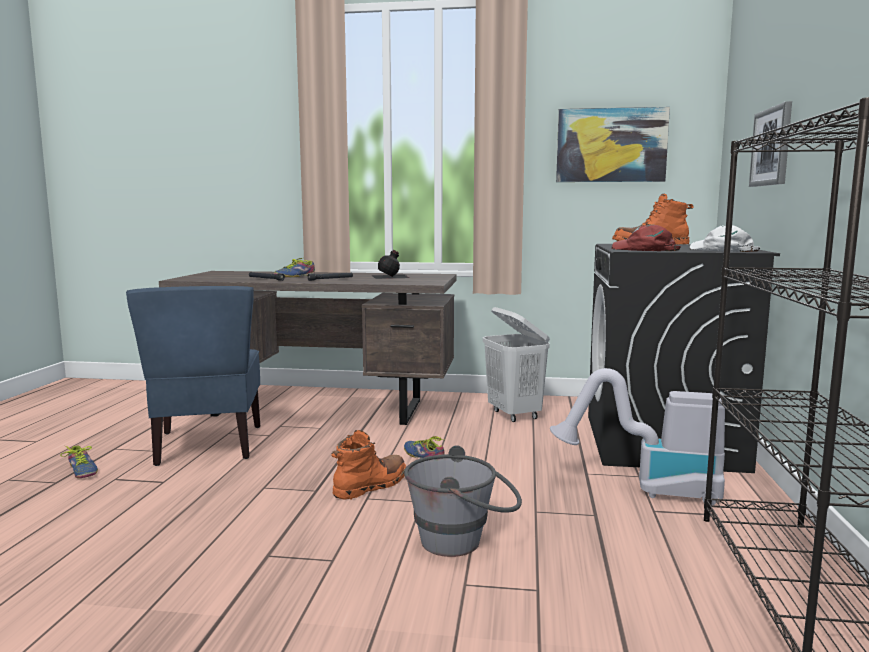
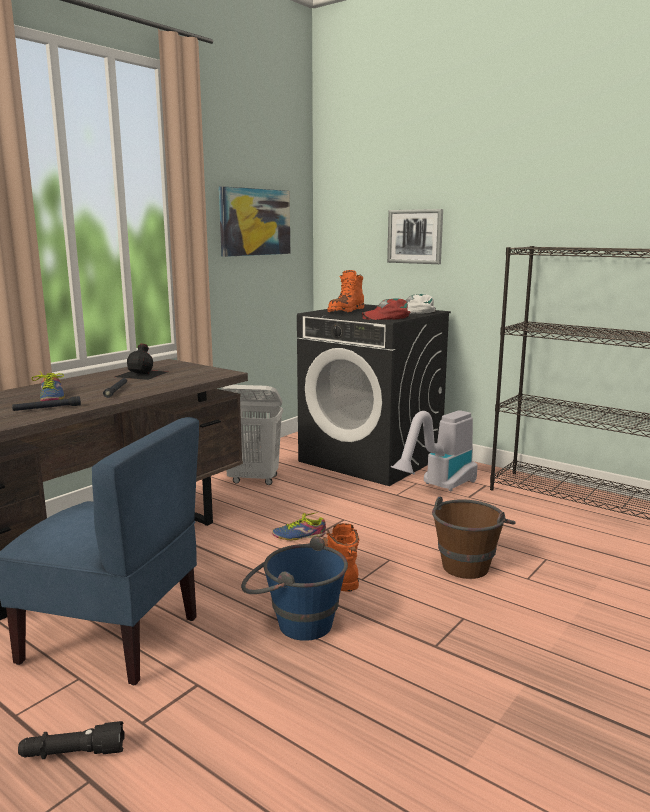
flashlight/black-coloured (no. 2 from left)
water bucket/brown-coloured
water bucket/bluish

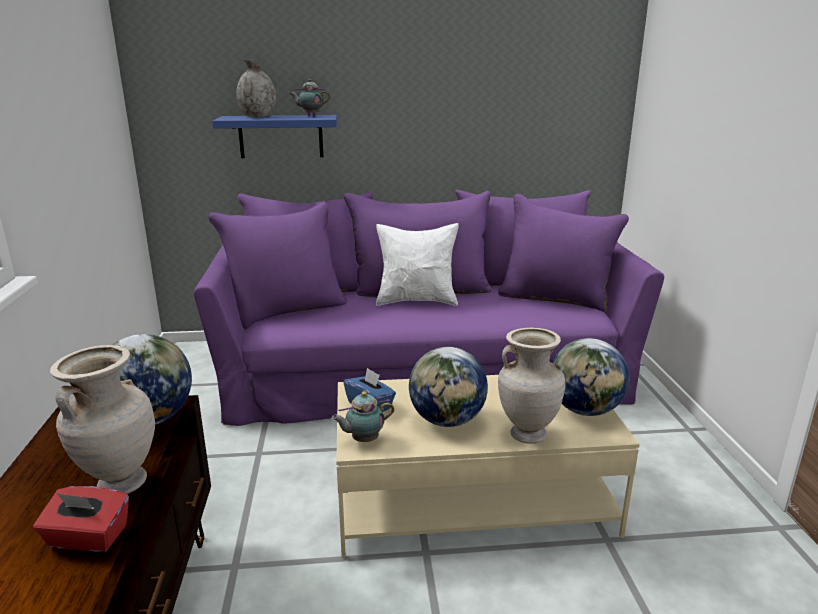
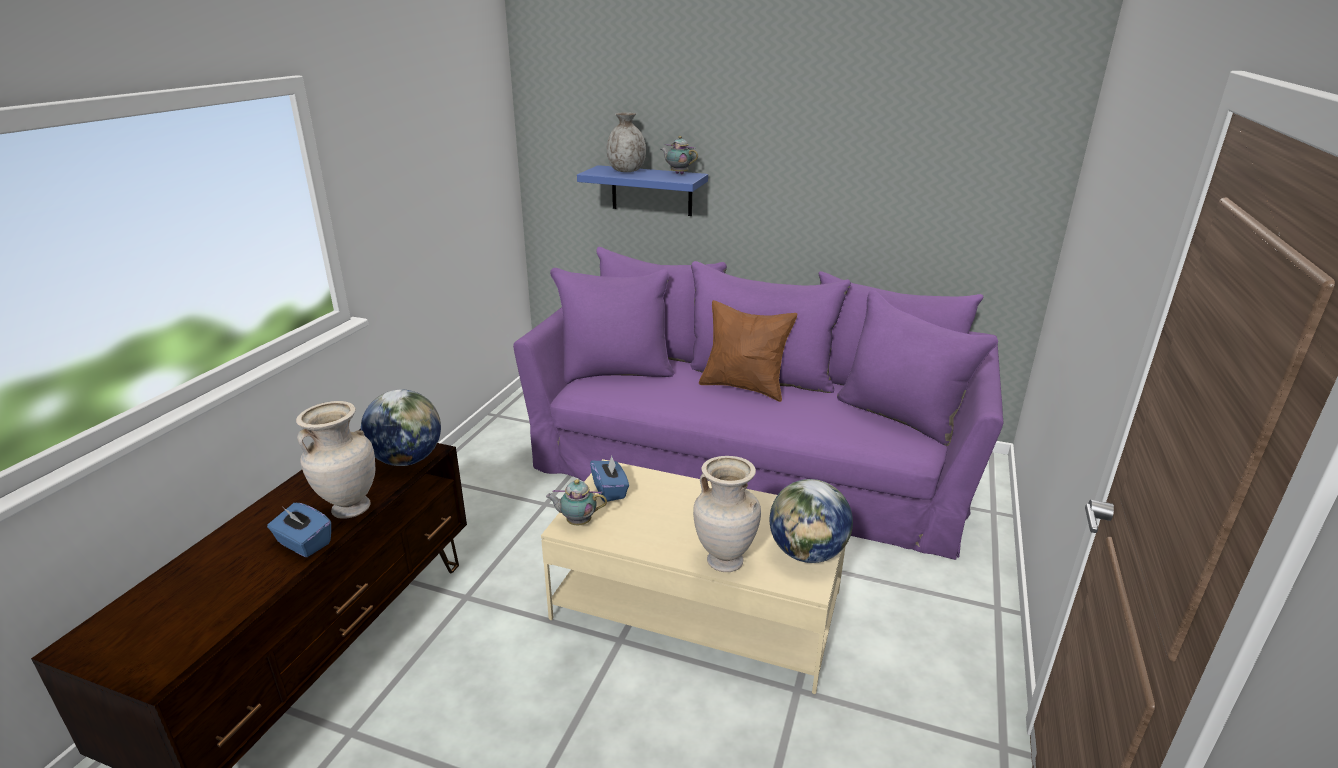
tissue holder/bluish (no. 1 from left)
throw pillow/brown-coloured
world globe (no. 2 from left in the first image)

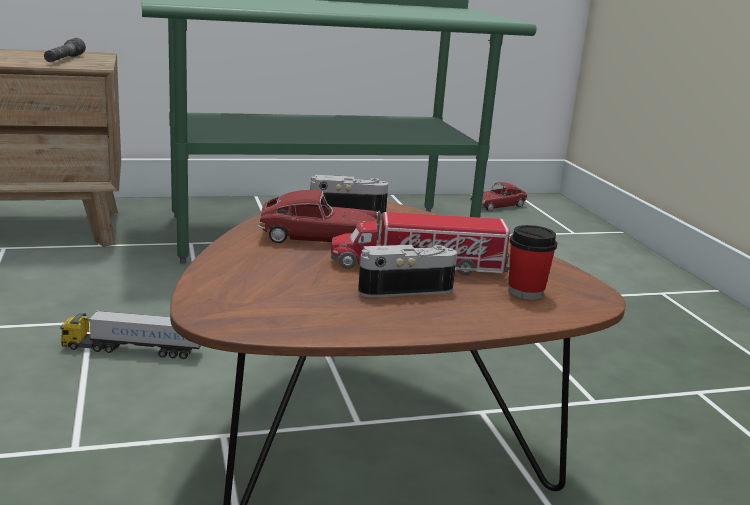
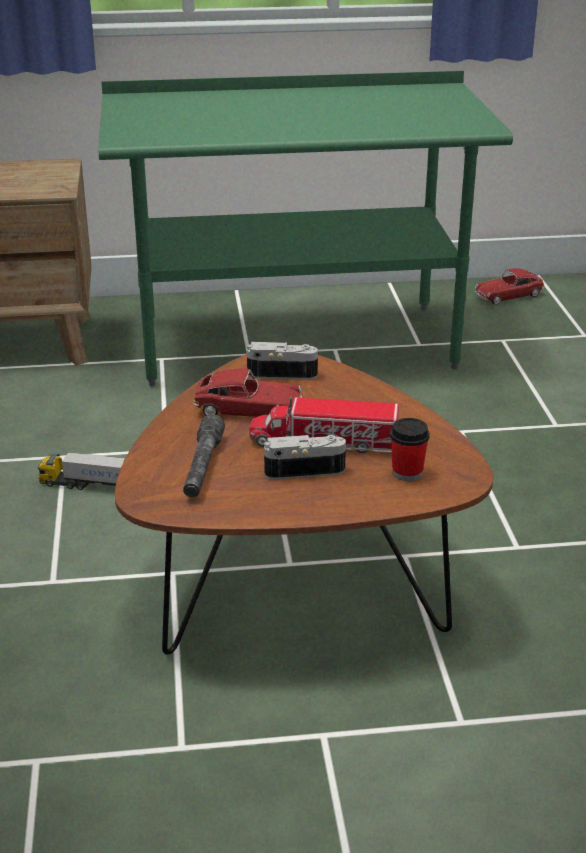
flashlight/grey

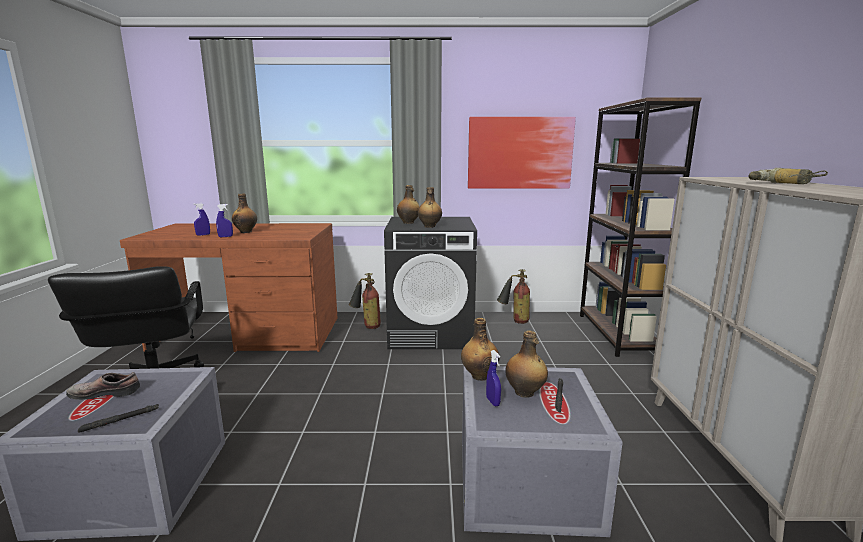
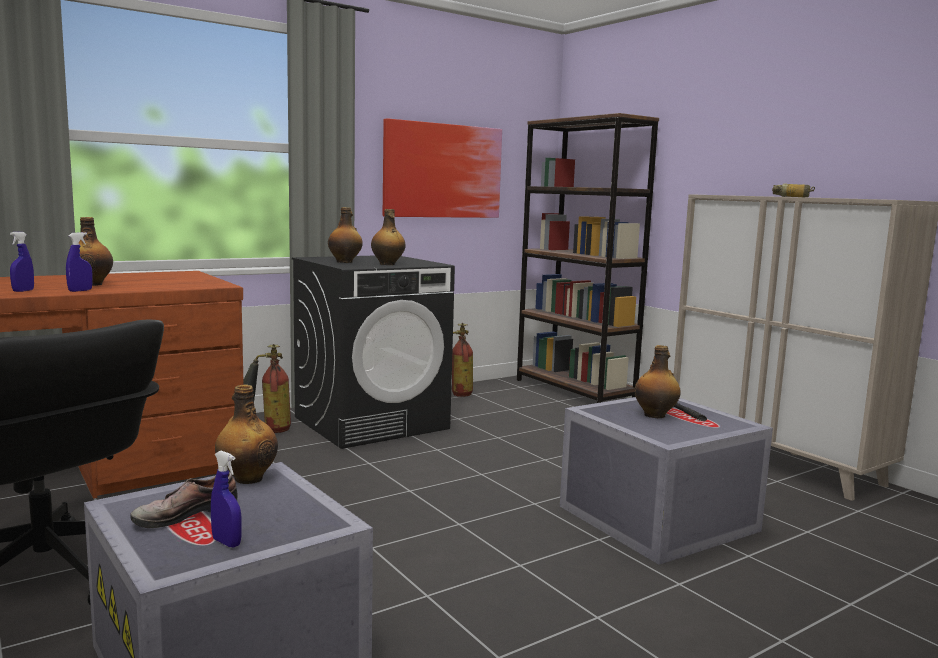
flashlight/black-coloured (no. 1 from left in the first image)
bottle (no. 2 from left)
hand sprayer/bluish (no. 3 from left)

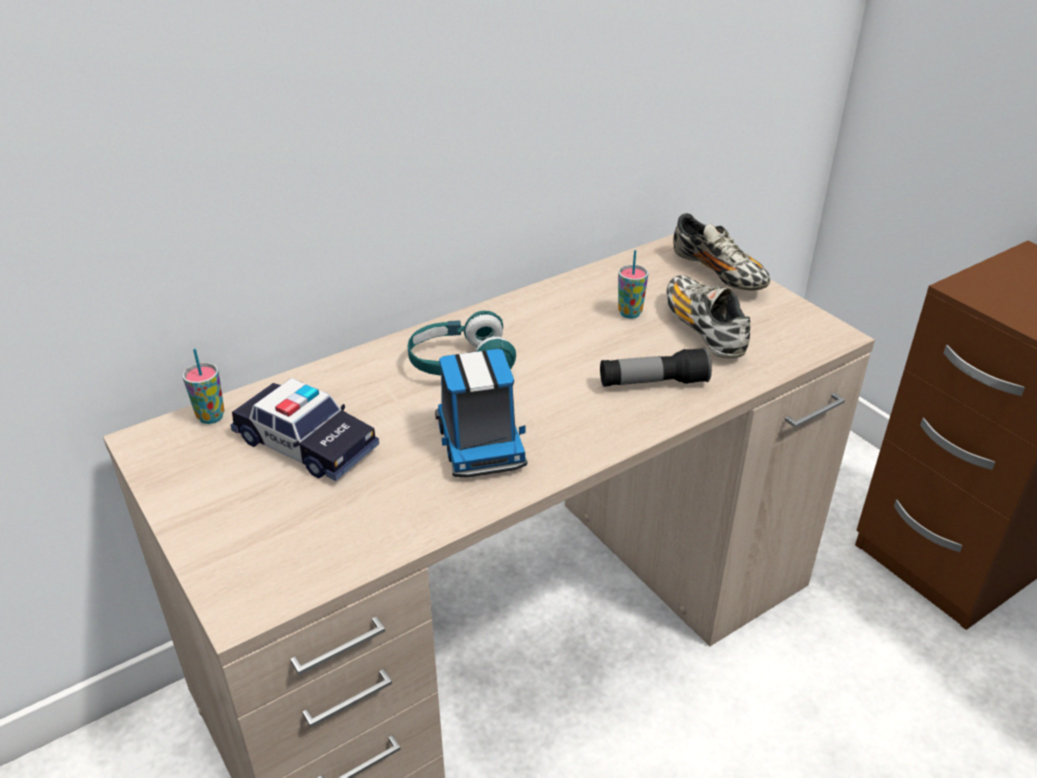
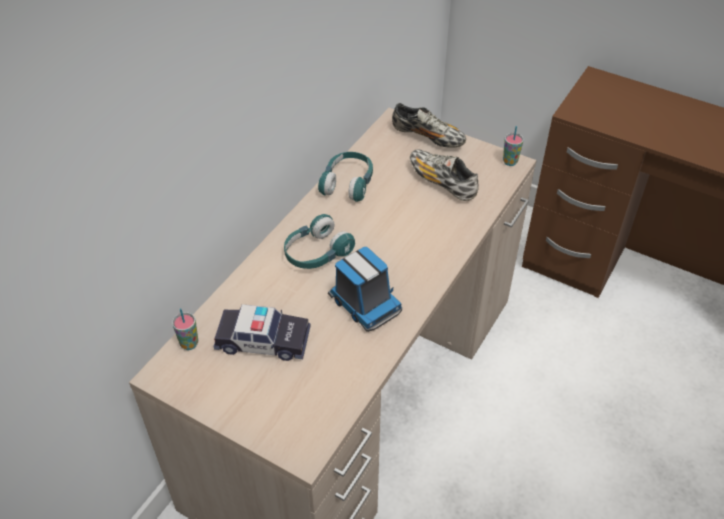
flashlight
drinking cup (no. 2 from left)
pair of headphones/blue-green (no. 2 from left)

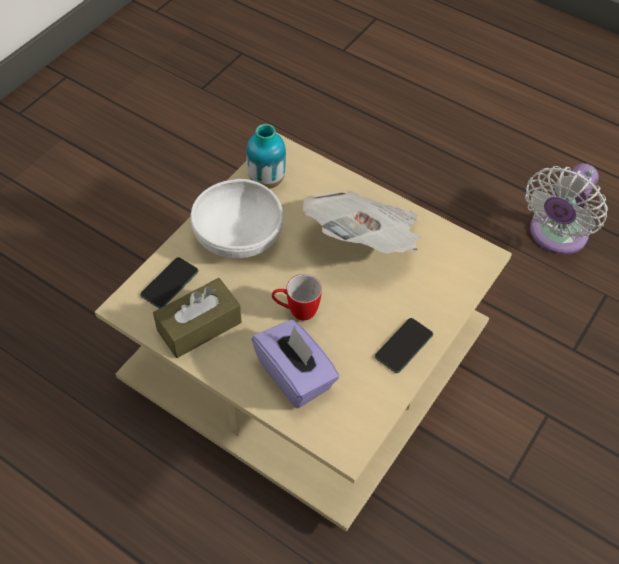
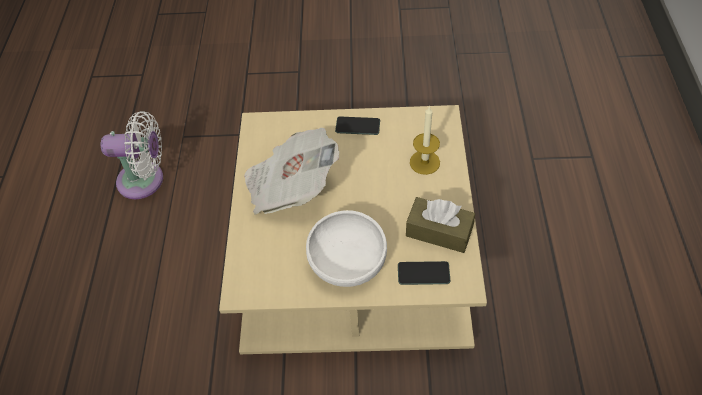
vase
wax candle
tea mug

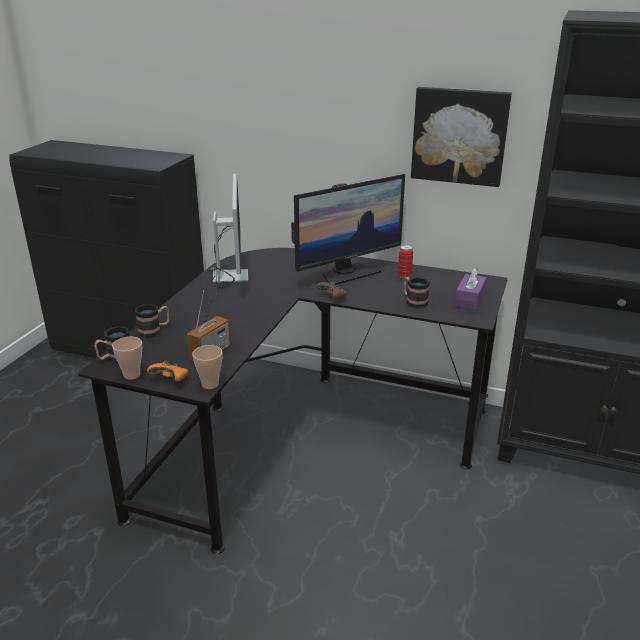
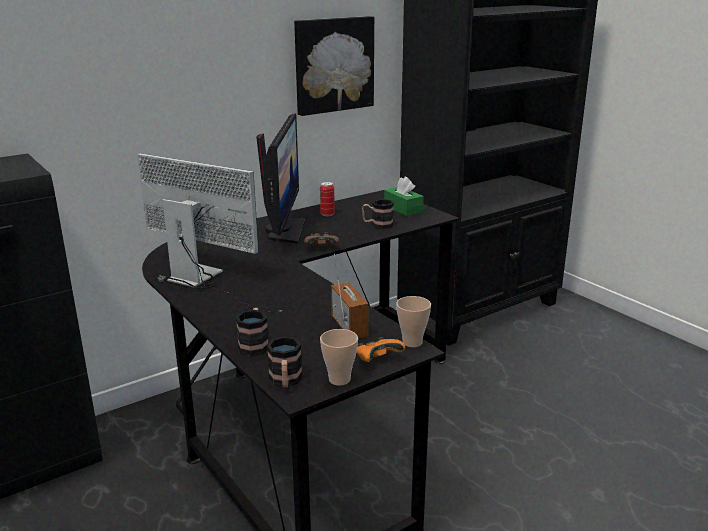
tissue holder/green

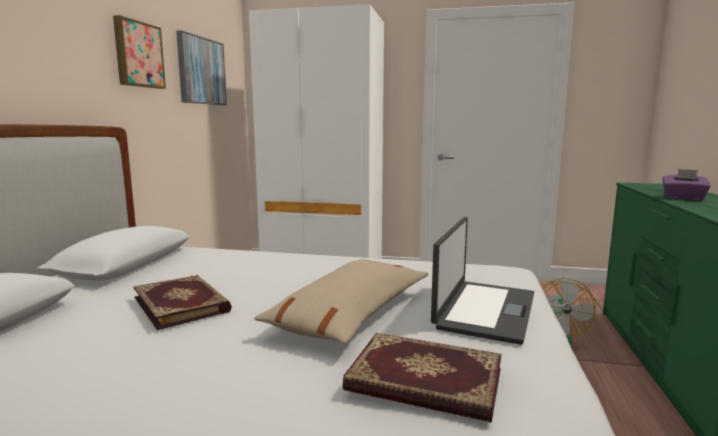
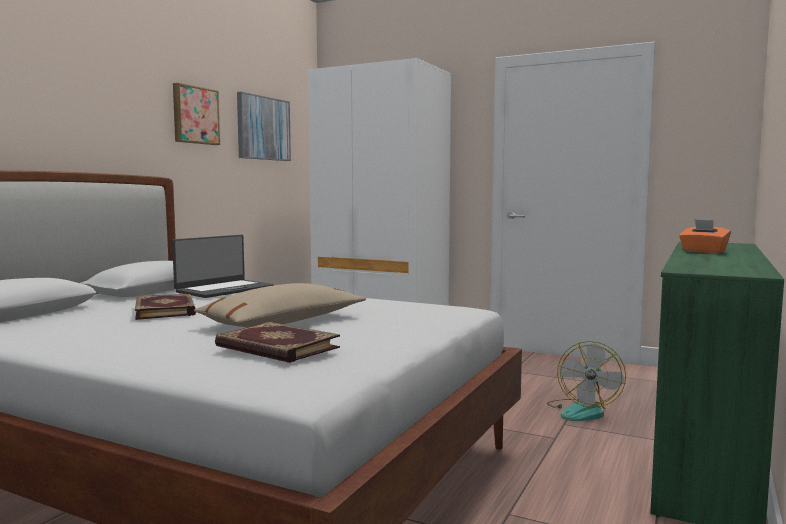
portable computer
tissue holder/orange

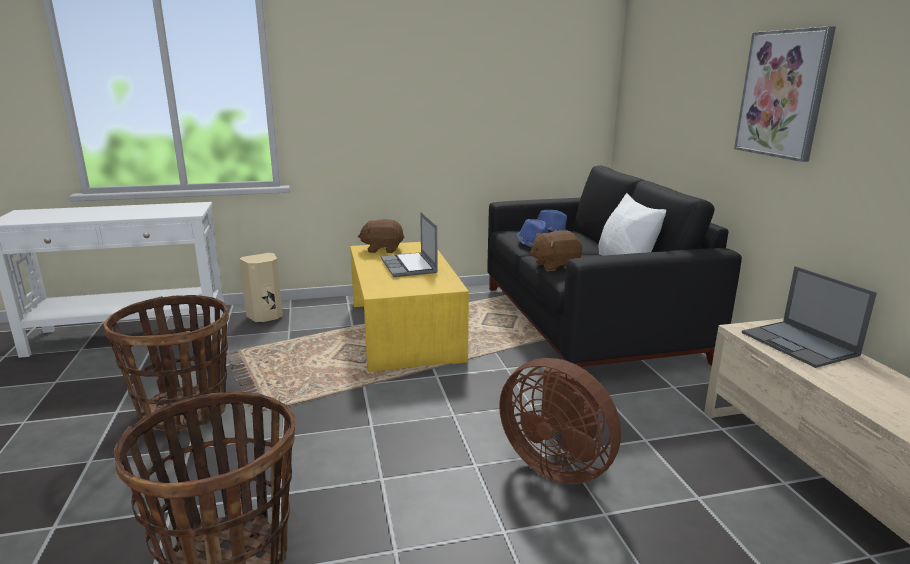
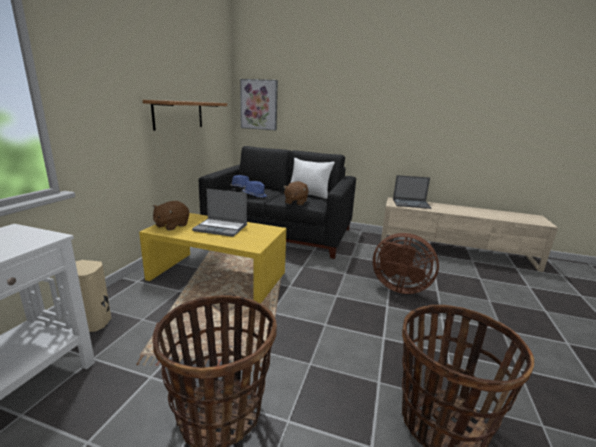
electric fan/brown-coloured
picture
shelf

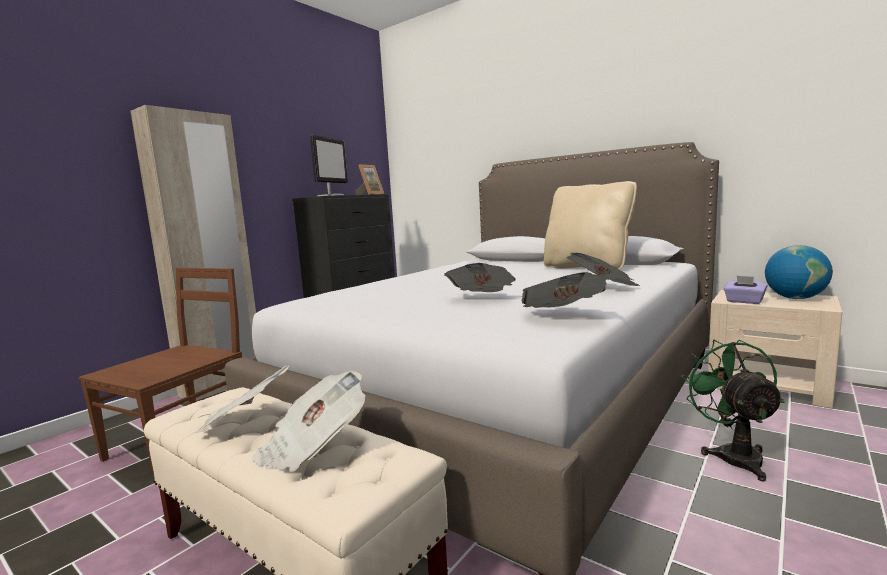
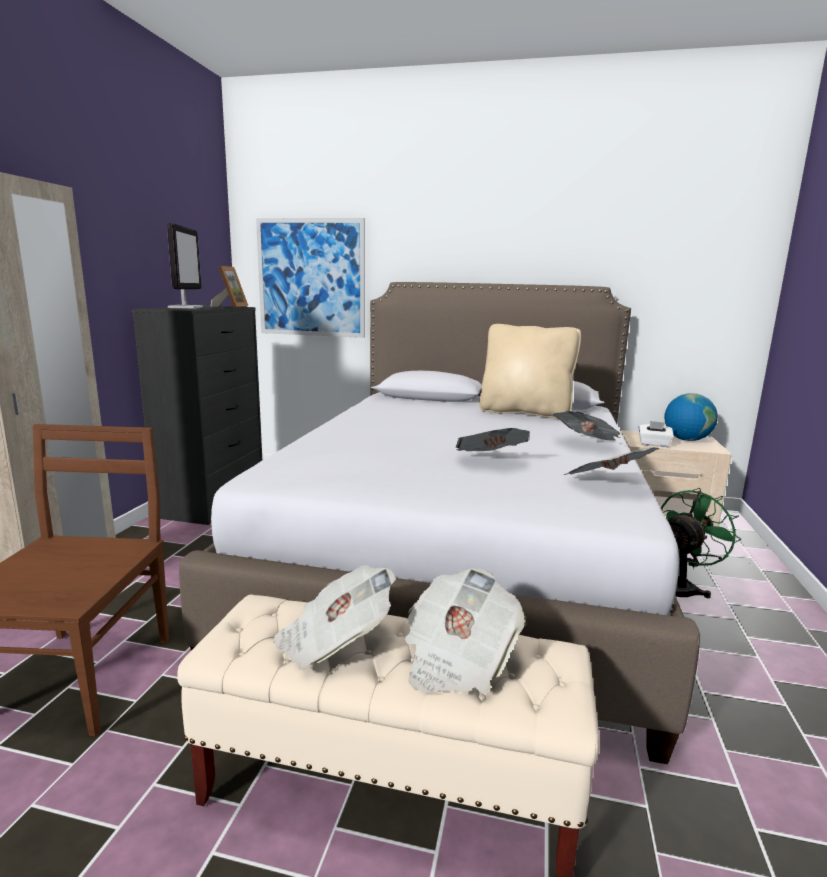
electric fan/green
tissue holder/white-coloured
picture

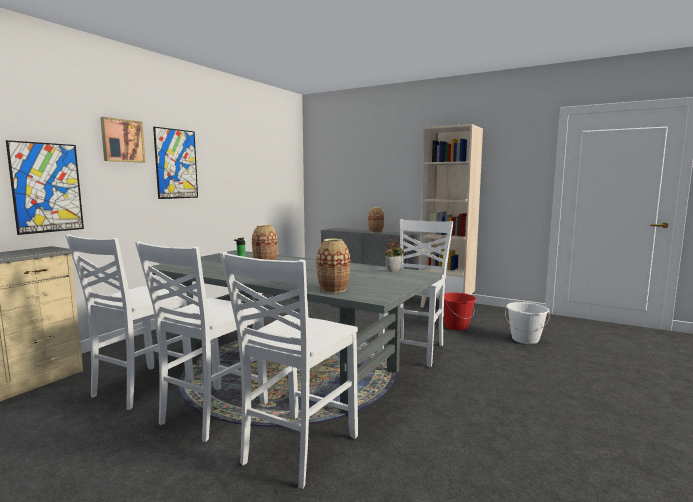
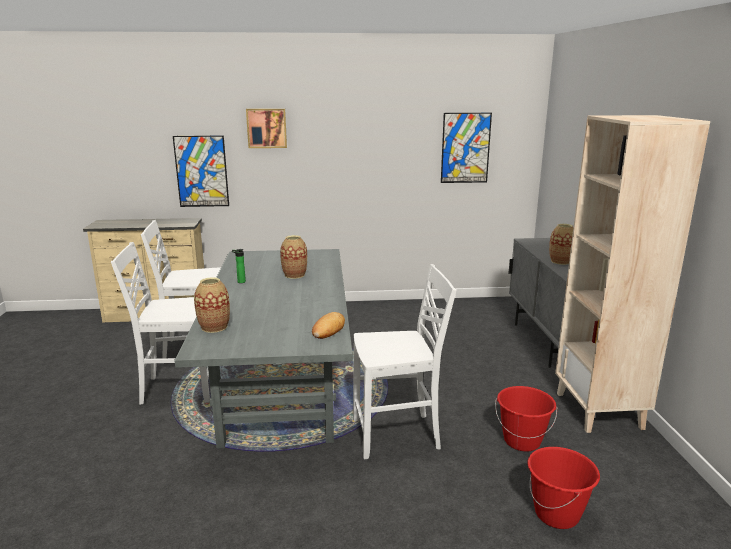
picture (no. 3 from left)
upright chair/white-coloured (no. 3 from left in the first image)
bread
water bucket/red-coloured (no. 2 from left)

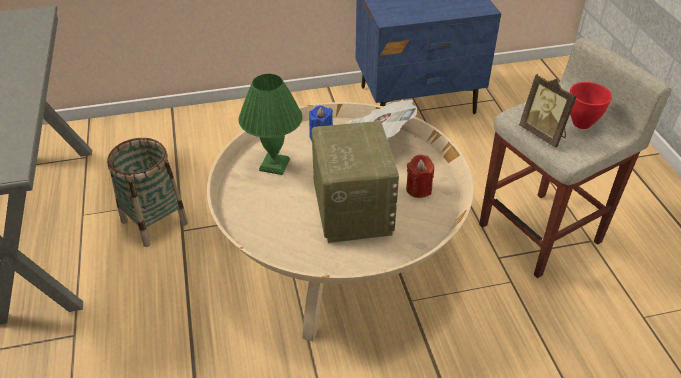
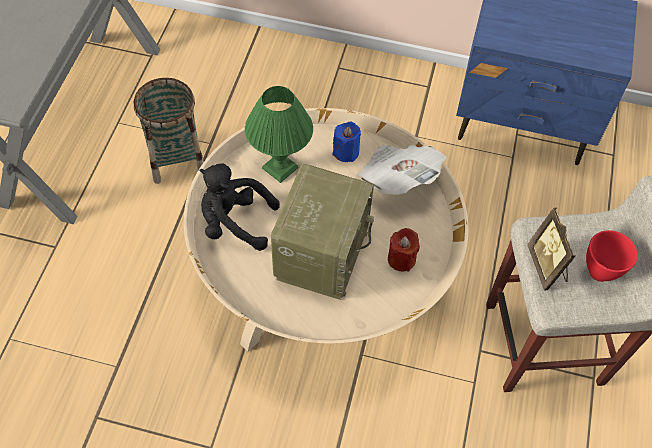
plush toy/black-coloured

